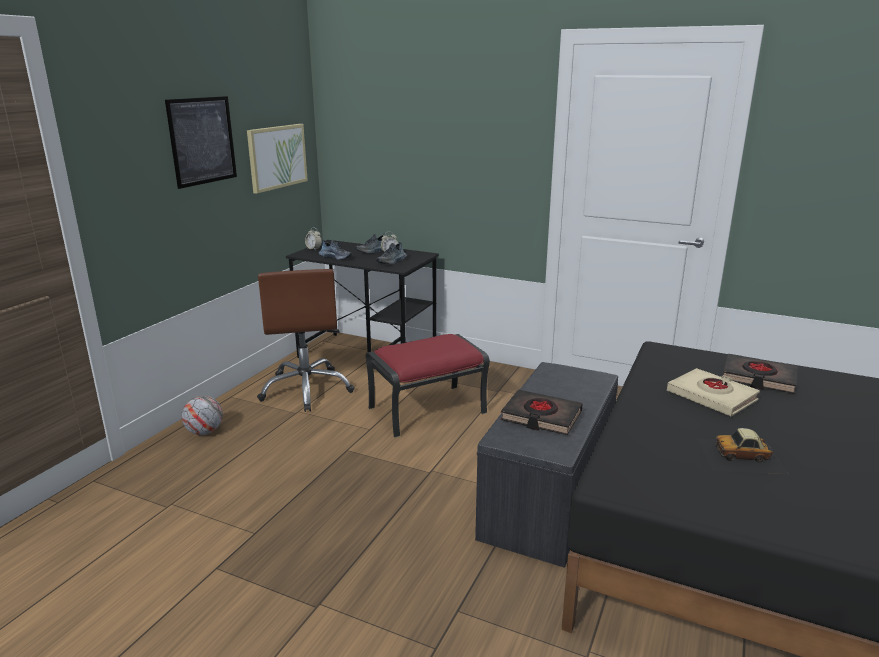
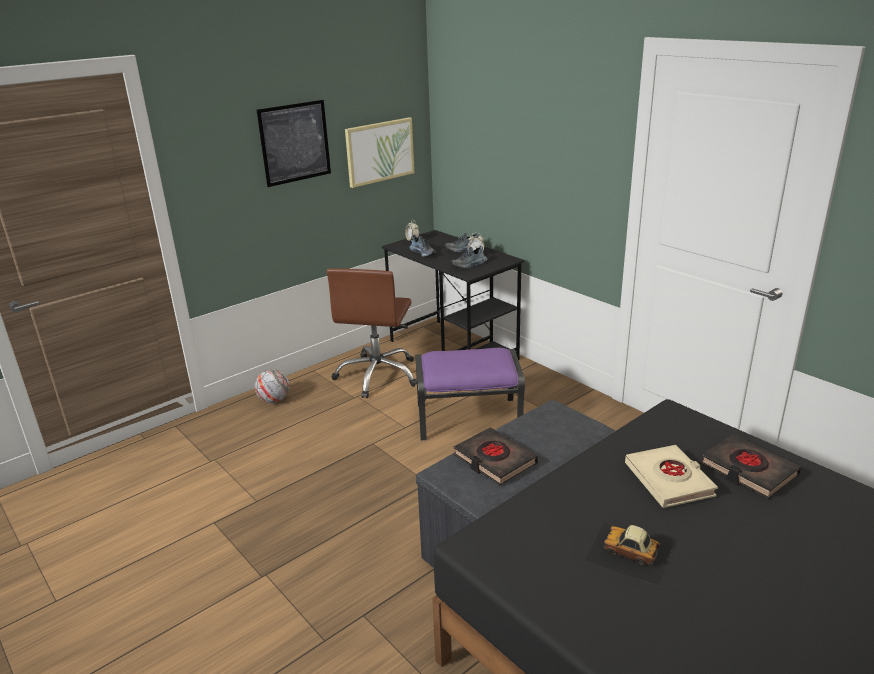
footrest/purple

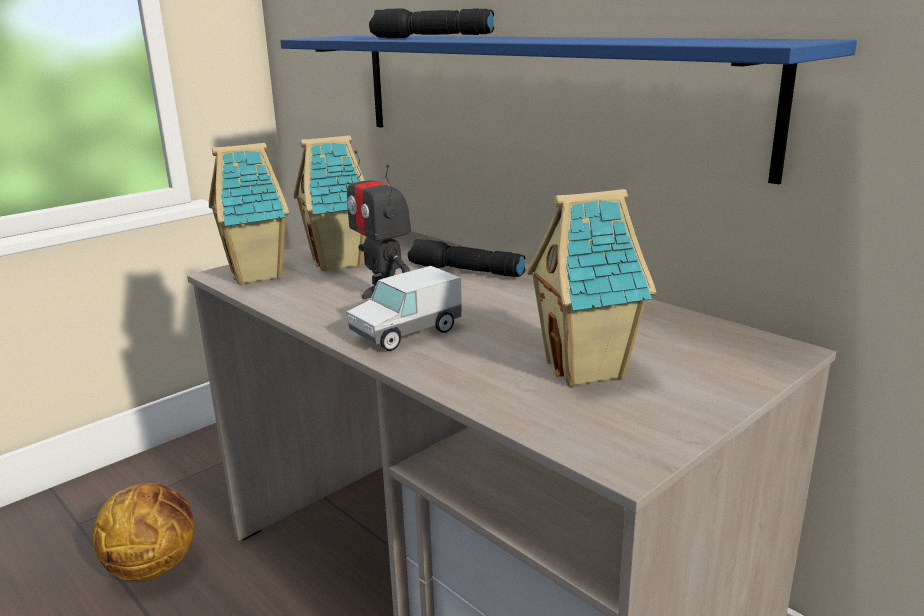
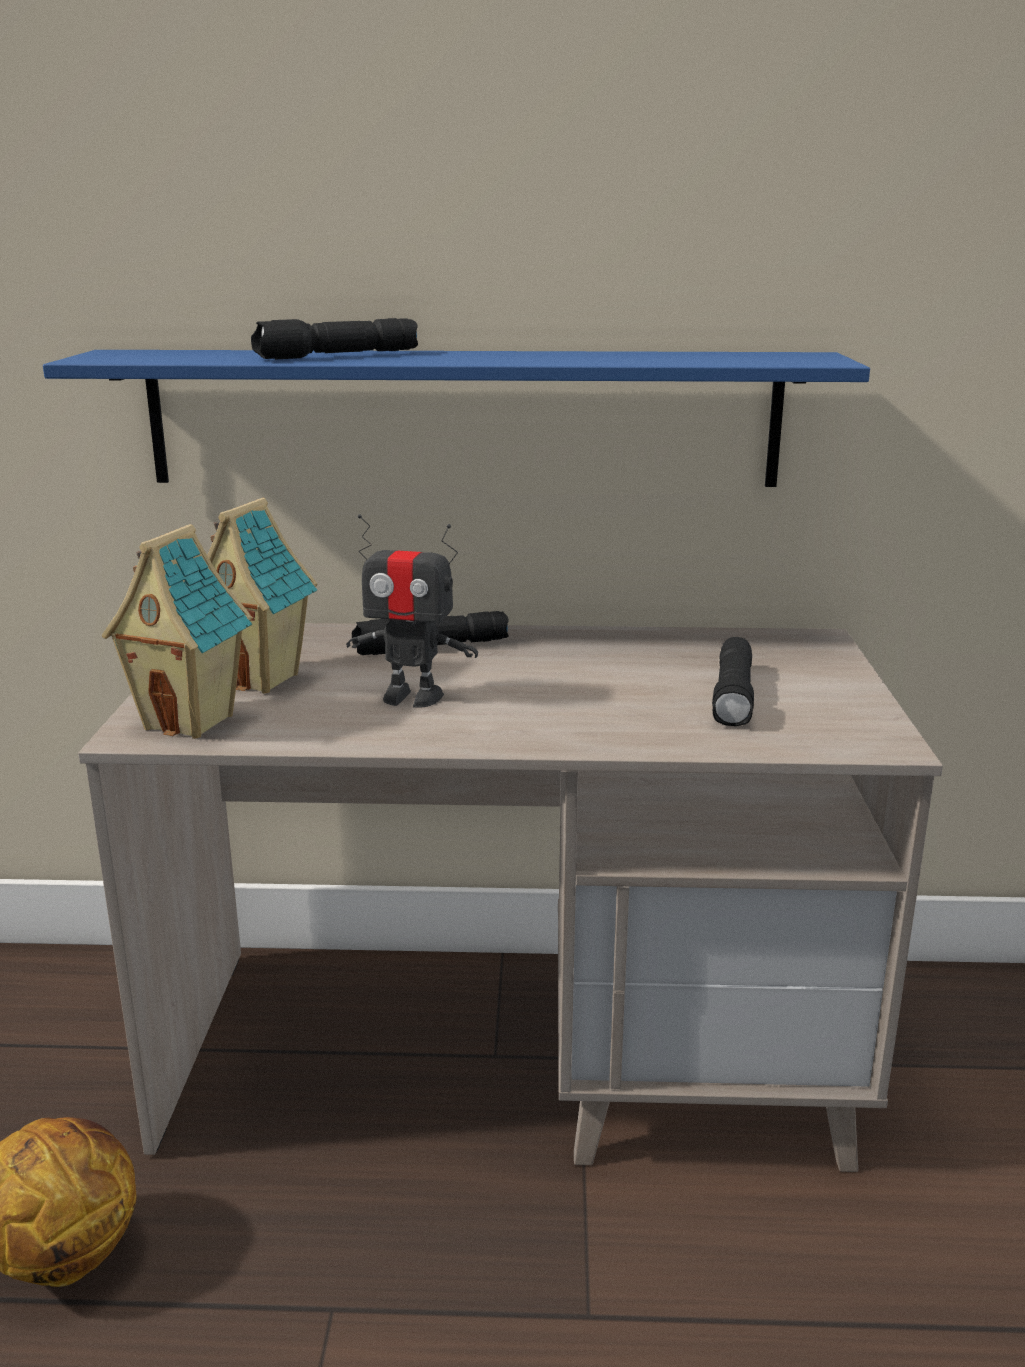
model truck
flashlight/black-coloured (no. 3 from left)

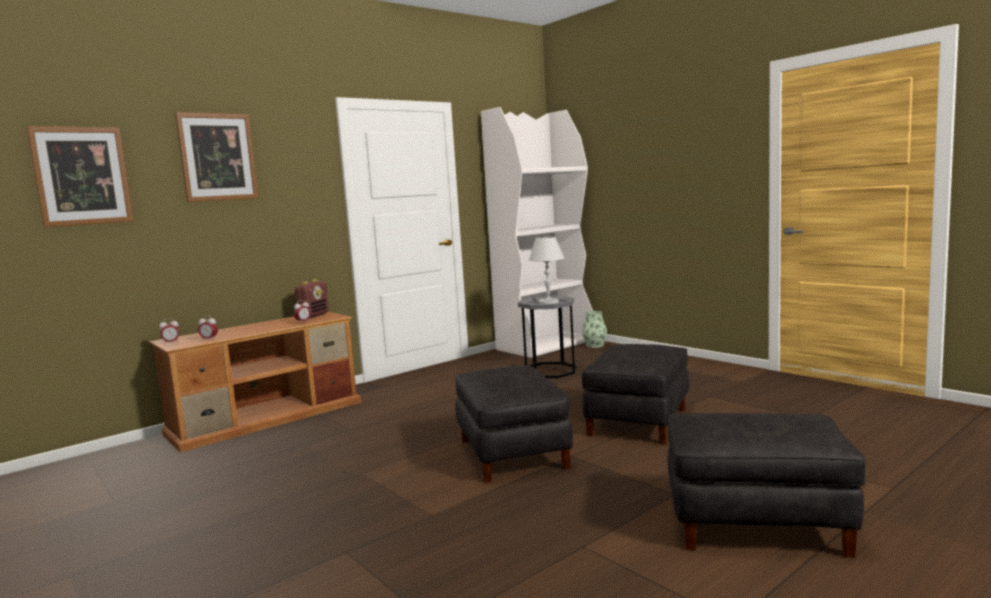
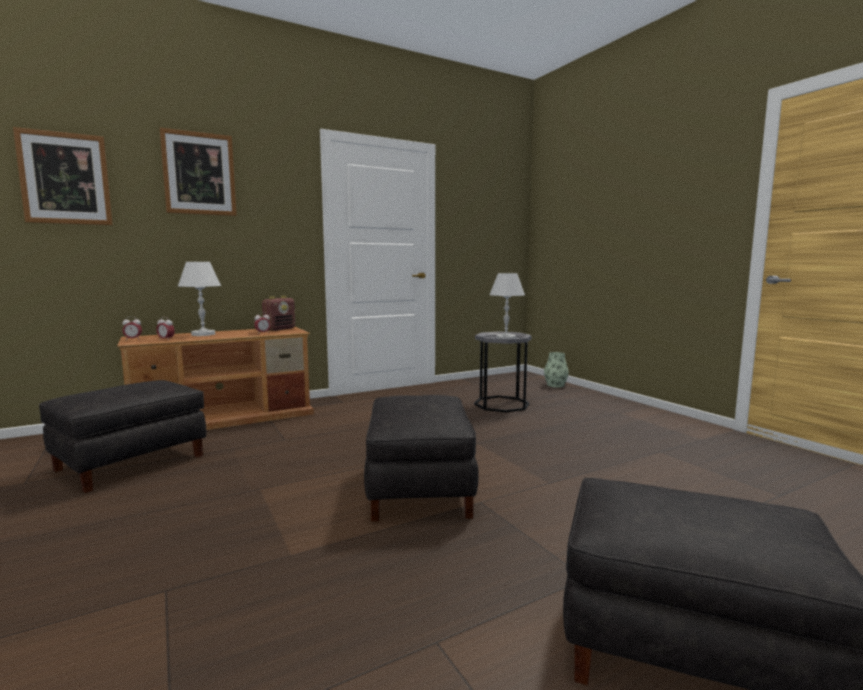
shelving unit/white-coloured
footrest/black-coloured (no. 1 from left)
tabletop lamp/white-coloured (no. 1 from left)

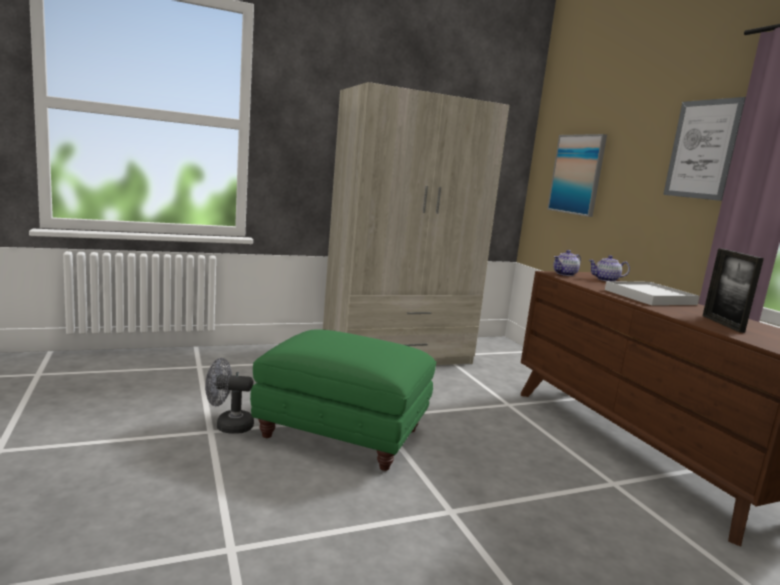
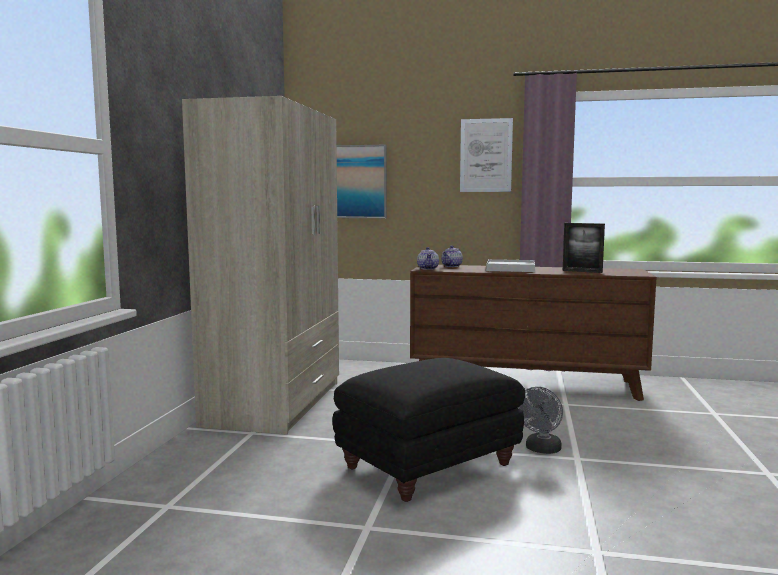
electric fan/grey
footrest/black-coloured

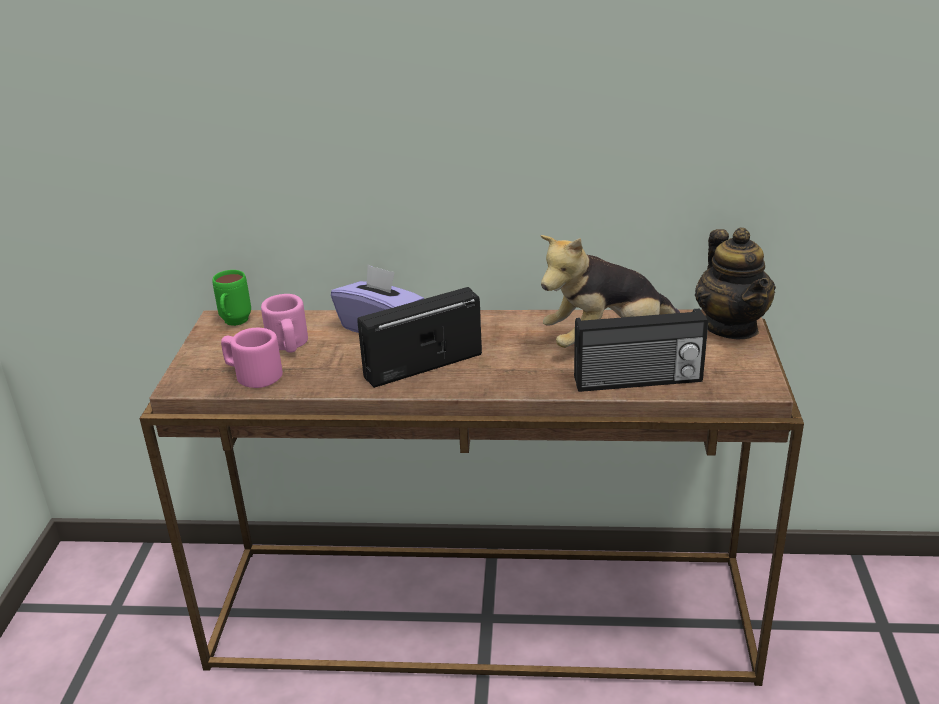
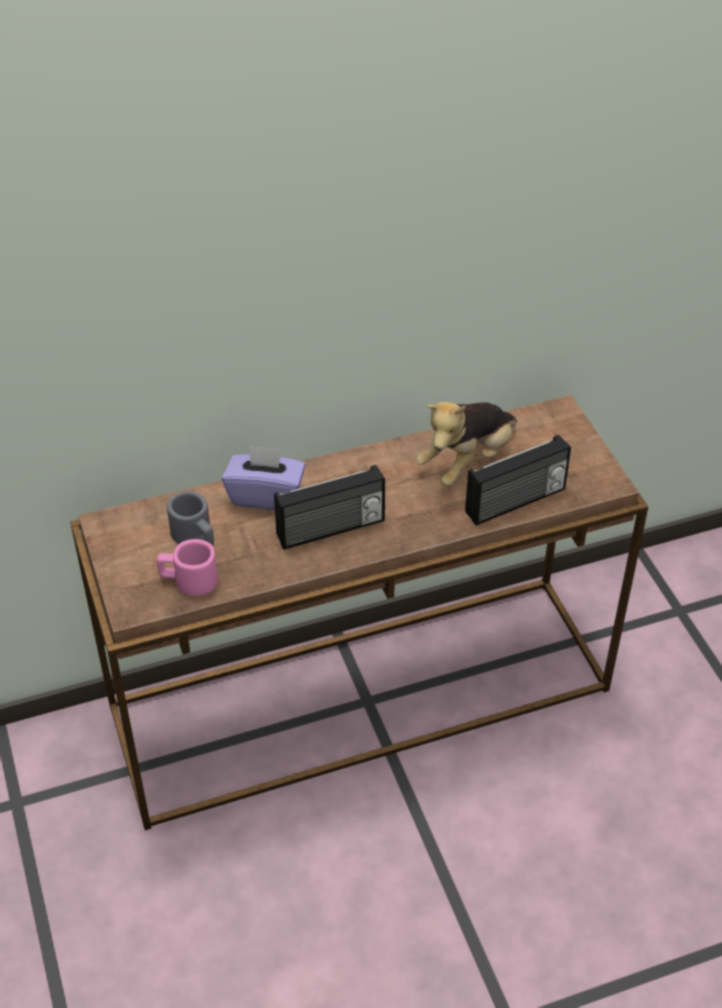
tea mug/green
tea mug/grey
radio set (no. 1 from left)
tea pot

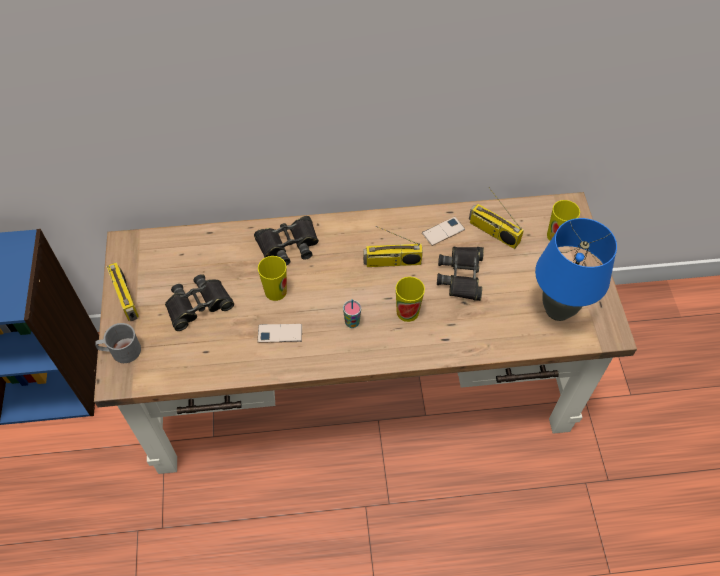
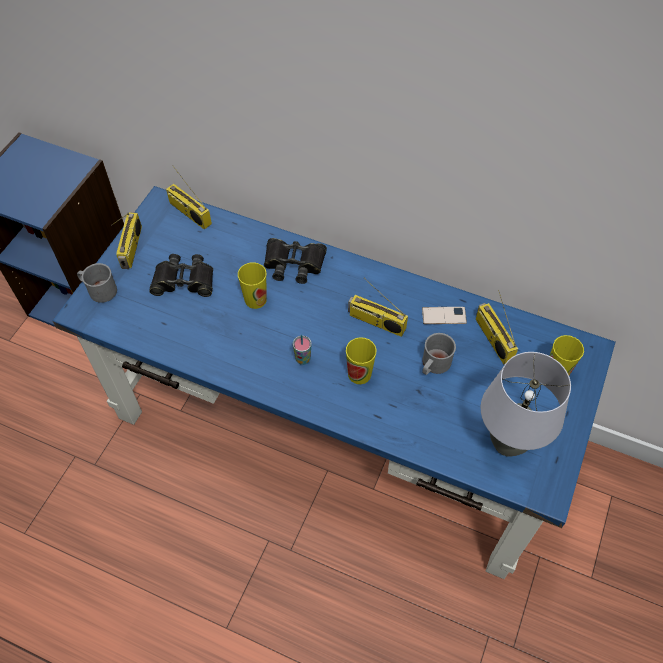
desk table/bluish
handset (no. 1 from left in the first image)
tea mug/grey (no. 2 from left)
tabletop lamp/grey
radio set (no. 2 from left)

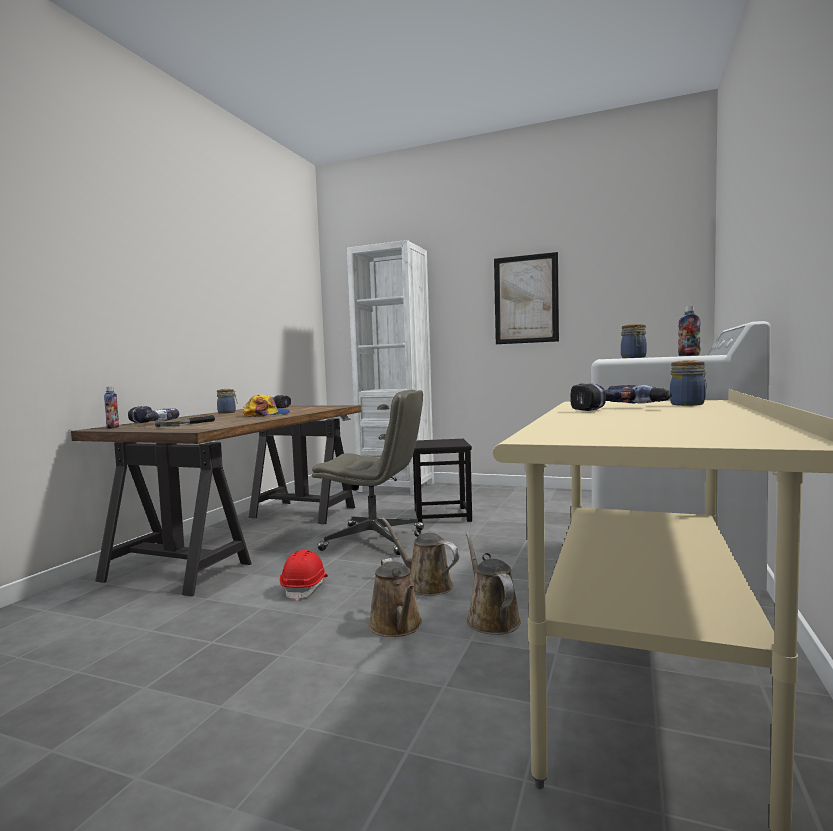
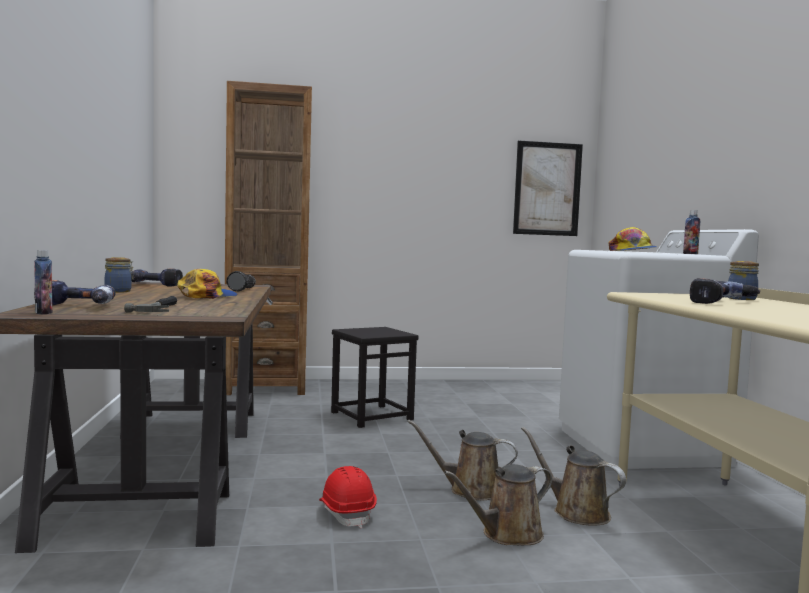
office chair/grey
shelving unit/brown-coloured
sprinkling can/brown-coloured (no. 2 from left)
picture
cap (no. 2 from left)
flashlight

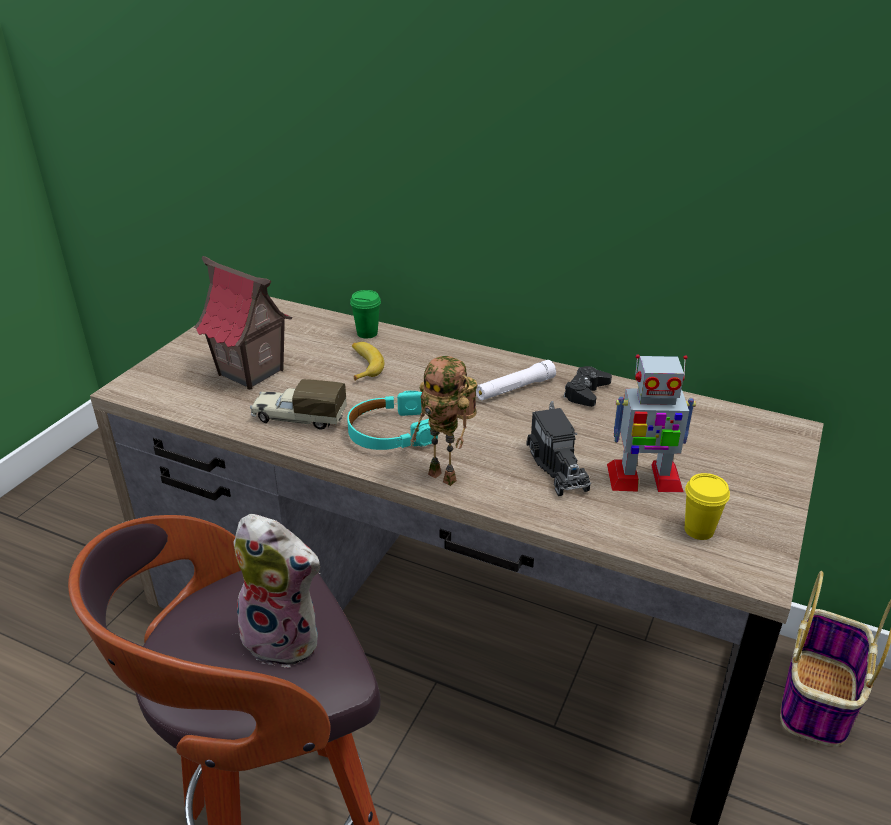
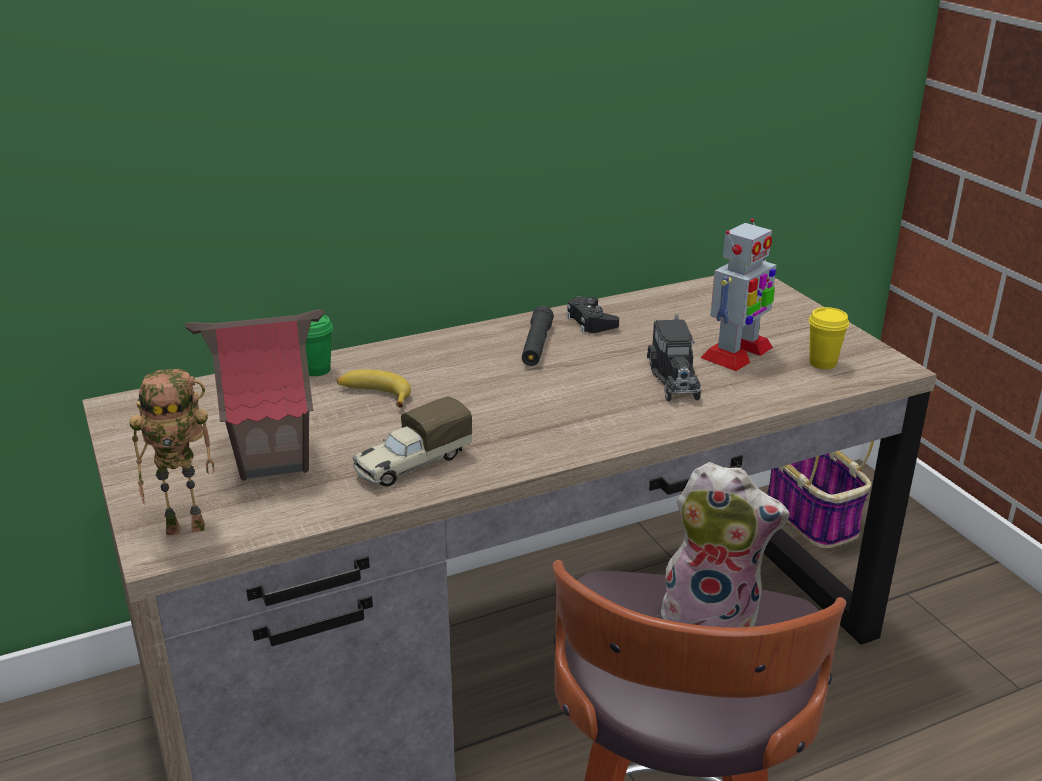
plush toy
pair of headphones/blue-green
robot figure (no. 1 from left)
flashlight/black-coloured
model truck (no. 2 from left)

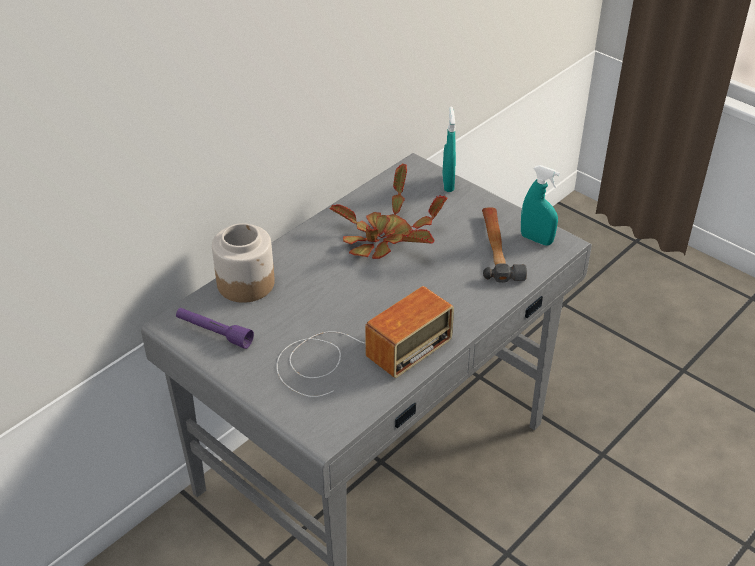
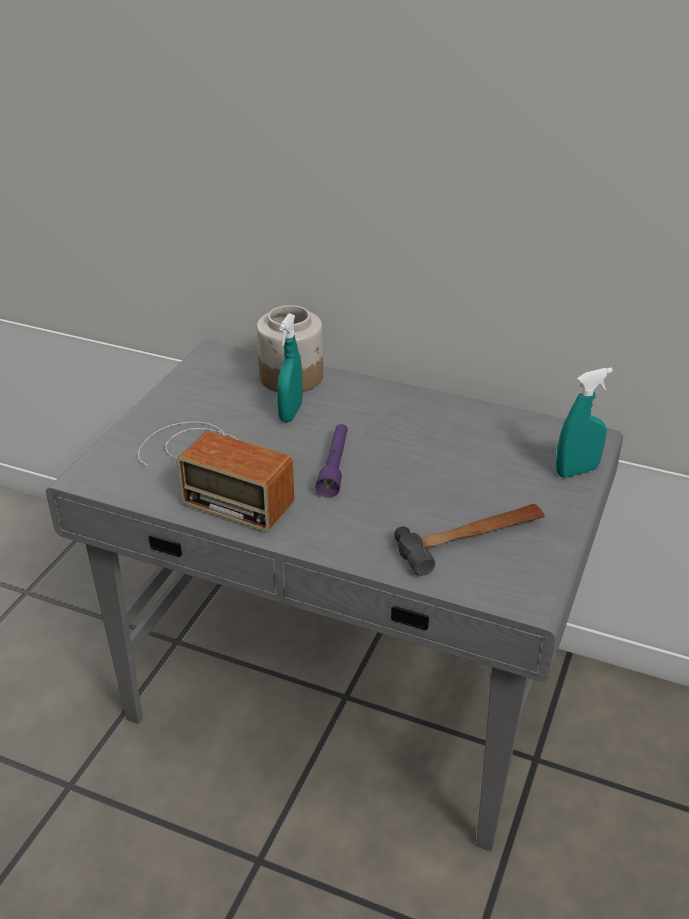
flashlight/purple
potted plant
hand sprayer/blue-green (no. 1 from left)

